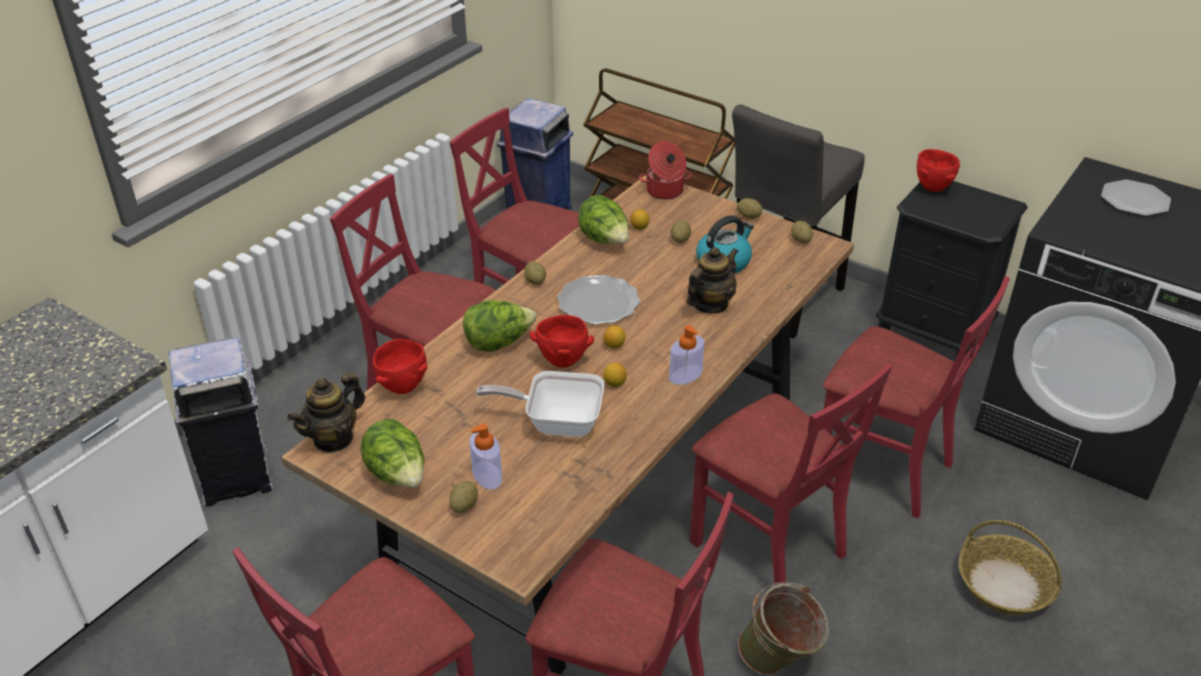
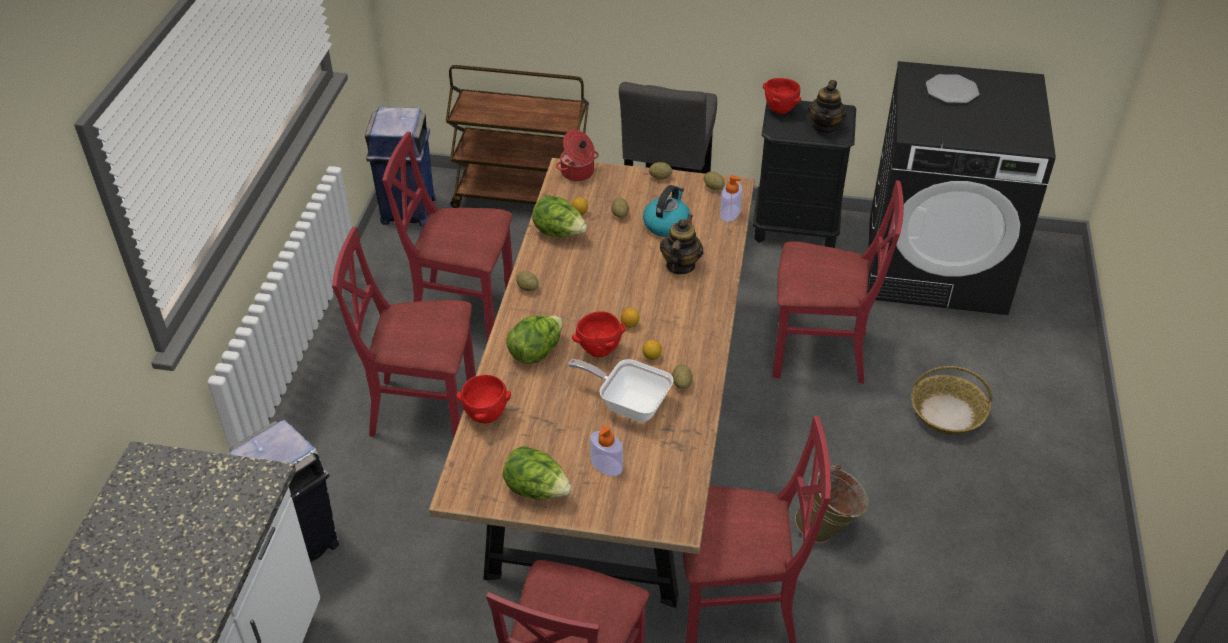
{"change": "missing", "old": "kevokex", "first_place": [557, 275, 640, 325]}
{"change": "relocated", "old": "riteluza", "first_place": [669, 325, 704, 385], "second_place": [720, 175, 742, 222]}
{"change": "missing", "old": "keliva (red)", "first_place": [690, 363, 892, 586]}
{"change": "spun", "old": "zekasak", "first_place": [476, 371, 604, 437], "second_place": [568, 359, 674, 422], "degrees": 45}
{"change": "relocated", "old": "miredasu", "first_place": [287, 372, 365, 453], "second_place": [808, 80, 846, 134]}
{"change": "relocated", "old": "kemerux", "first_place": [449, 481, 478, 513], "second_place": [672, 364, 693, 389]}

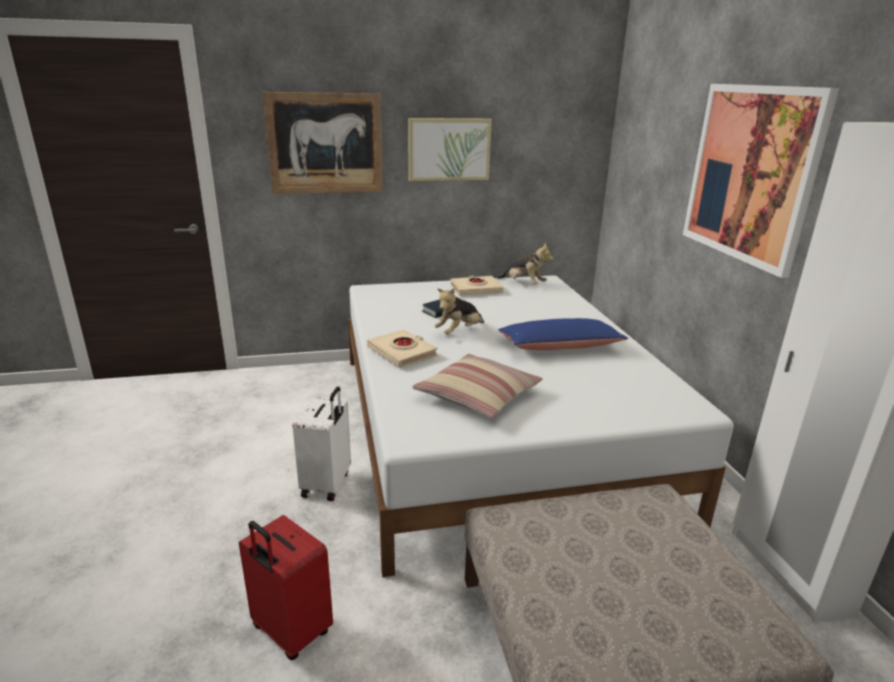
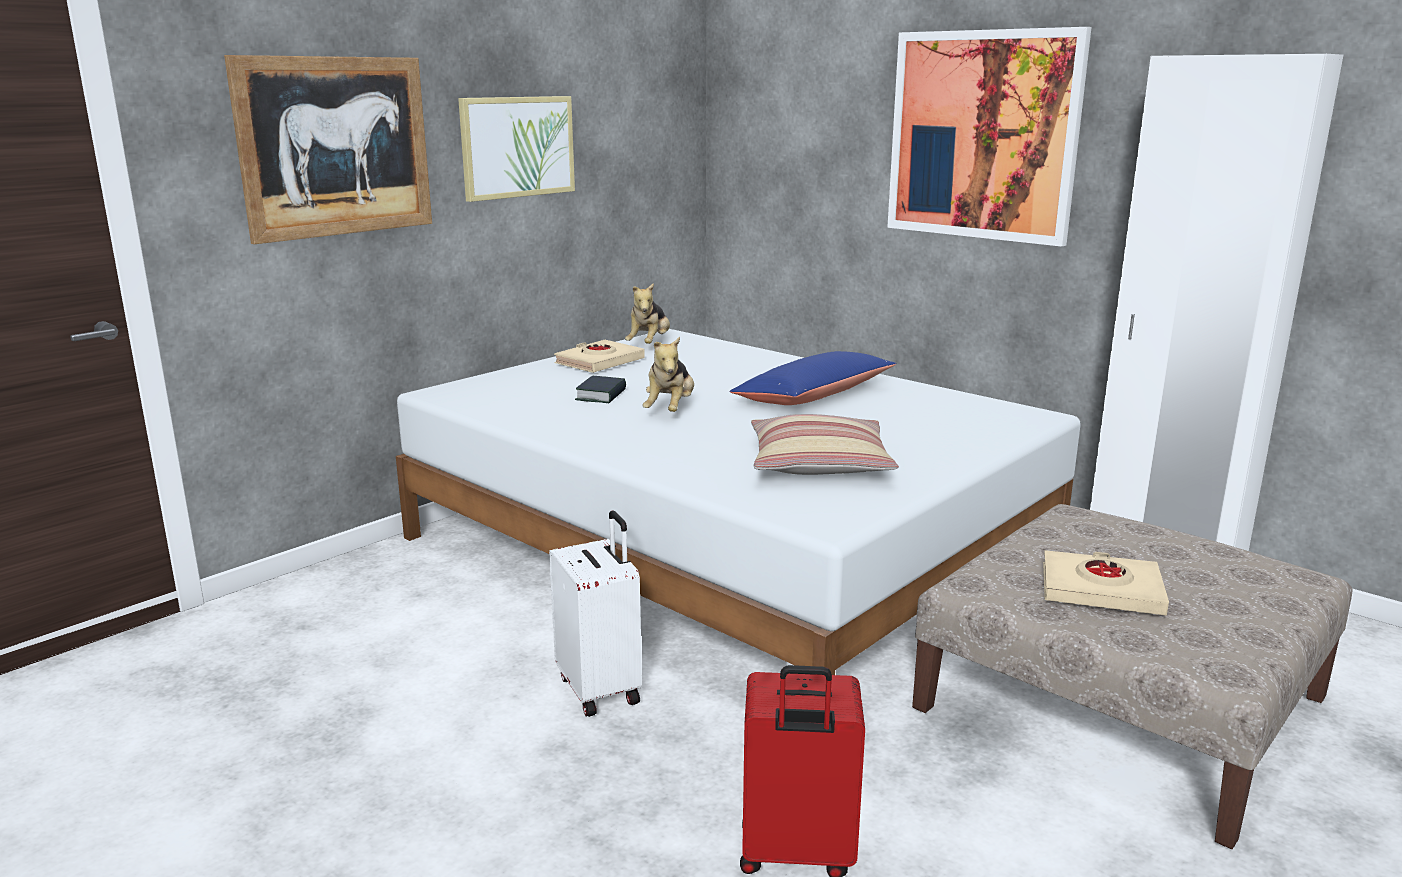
{"change": "spun", "old": "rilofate", "first_place": [497, 243, 554, 284], "second_place": [625, 283, 670, 344], "degrees": 105}
{"change": "relocated", "old": "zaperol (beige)", "first_place": [367, 330, 438, 368], "second_place": [1043, 550, 1169, 616]}

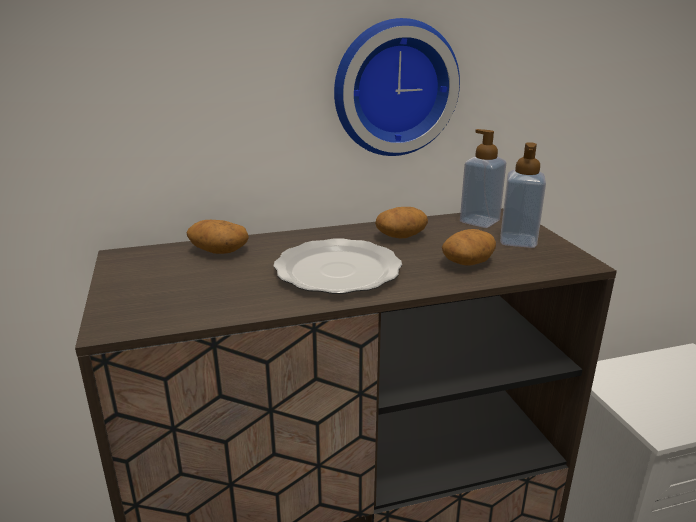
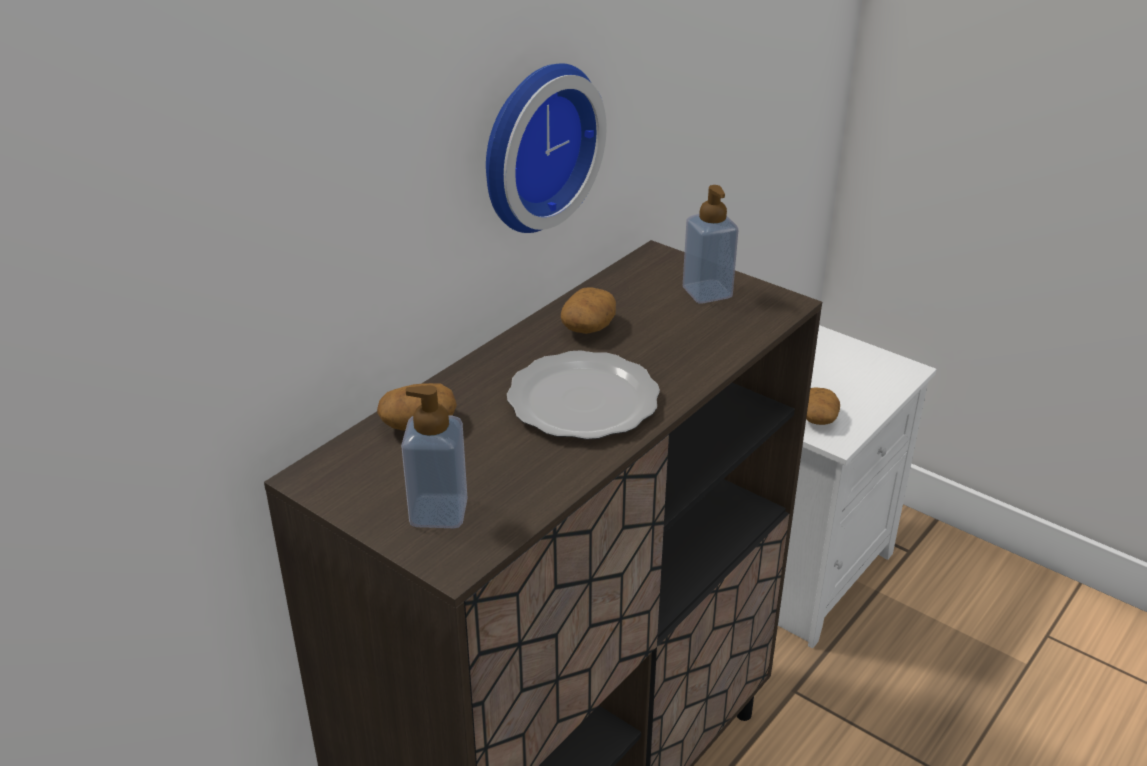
{"change": "relocated", "old": "riteluza", "first_place": [460, 129, 506, 228], "second_place": [401, 385, 467, 528]}
{"change": "relocated", "old": "kemerux", "first_place": [442, 229, 496, 265], "second_place": [806, 387, 840, 425]}

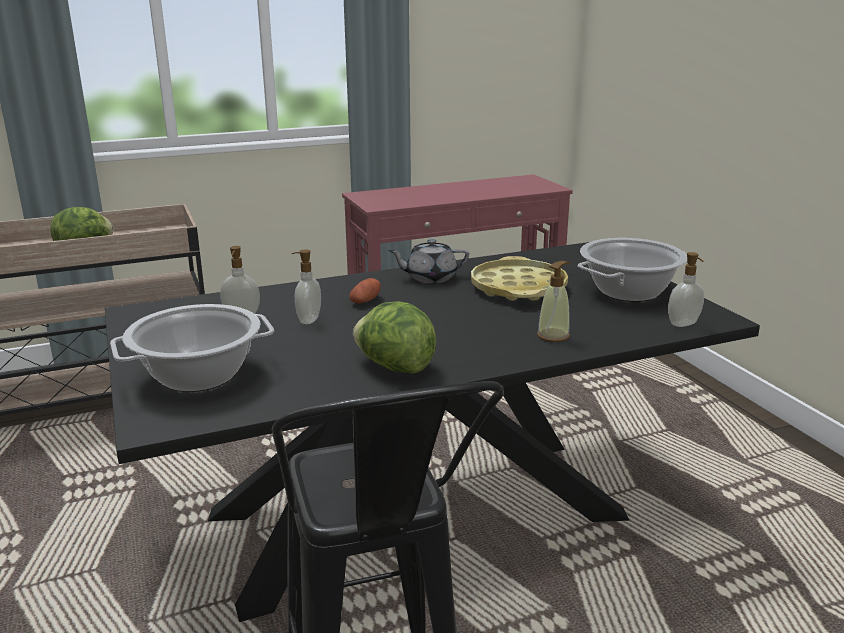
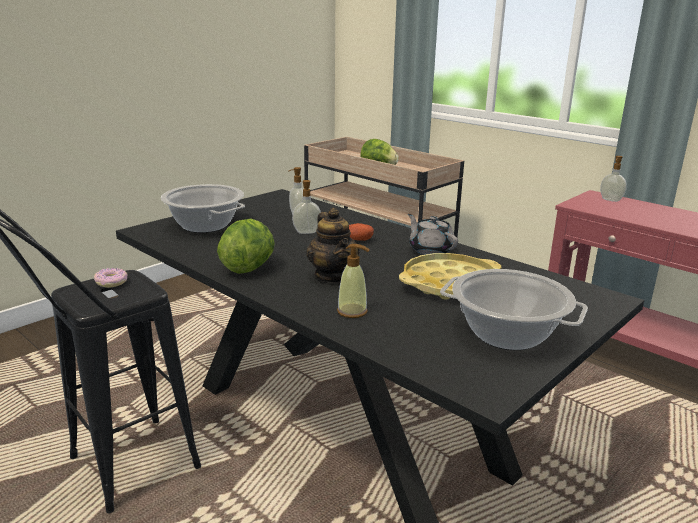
{"change": "relocated", "old": "riteluza", "first_place": [668, 252, 704, 327], "second_place": [600, 156, 627, 202]}
{"change": "appeared", "new": "miredasu", "second_place": [306, 208, 360, 283]}
{"change": "appeared", "new": "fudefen", "second_place": [94, 268, 128, 287]}

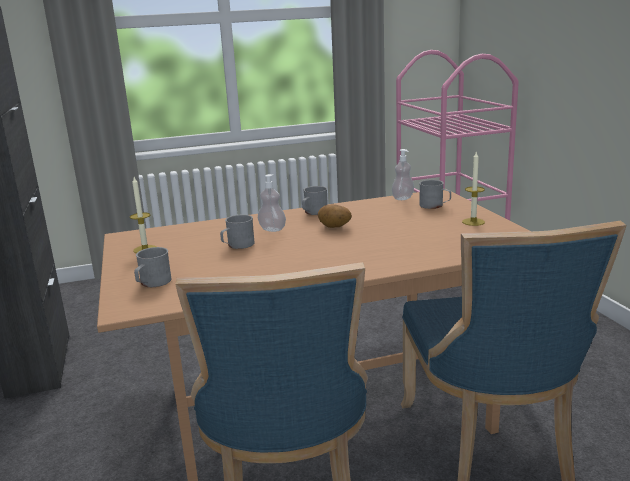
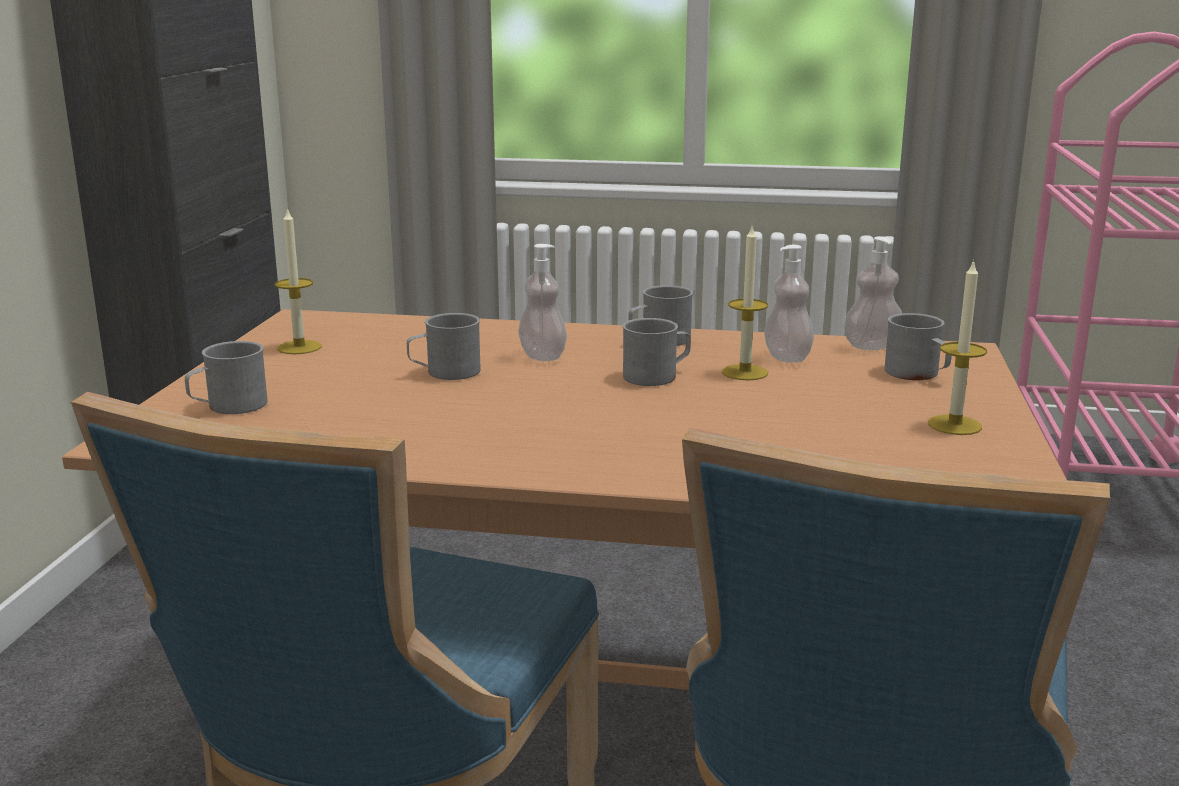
{"change": "exchanged", "old": "kemerux", "new": "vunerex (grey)", "first_place": [318, 204, 352, 228], "second_place": [622, 318, 691, 386]}
{"change": "appeared", "new": "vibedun", "second_place": [722, 227, 768, 380]}
{"change": "appeared", "new": "riteluza", "second_place": [764, 245, 814, 363]}

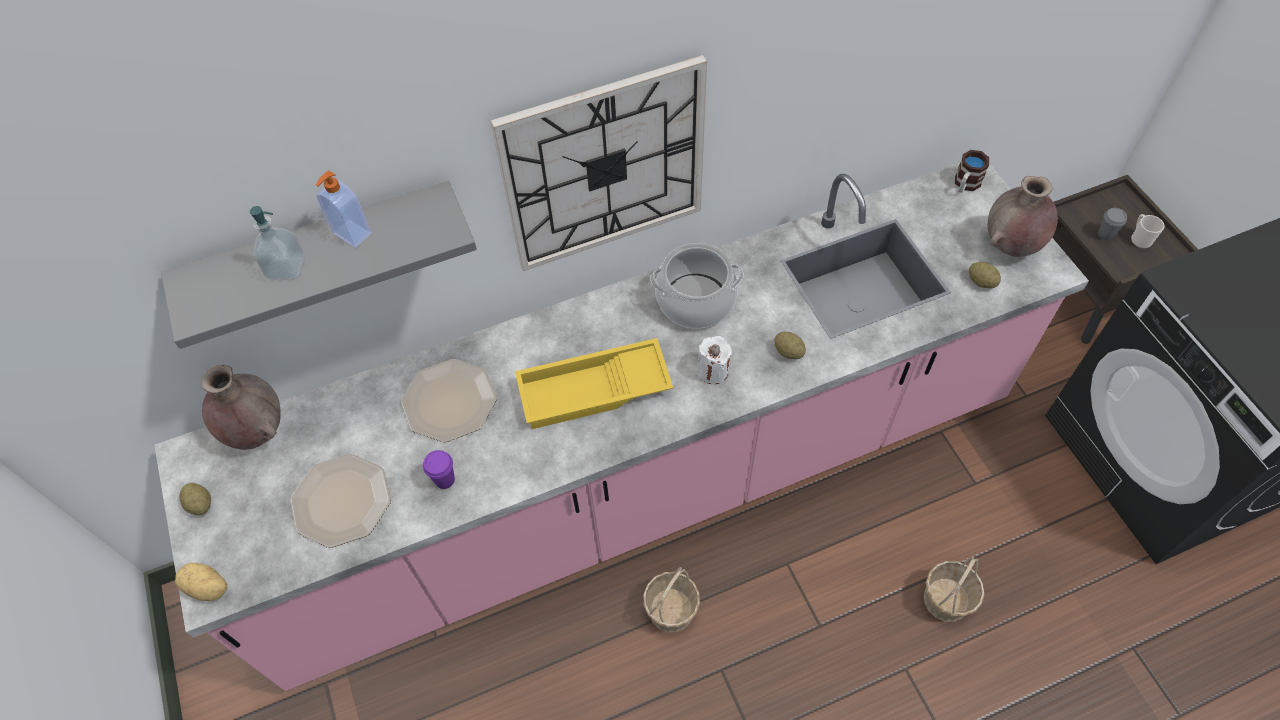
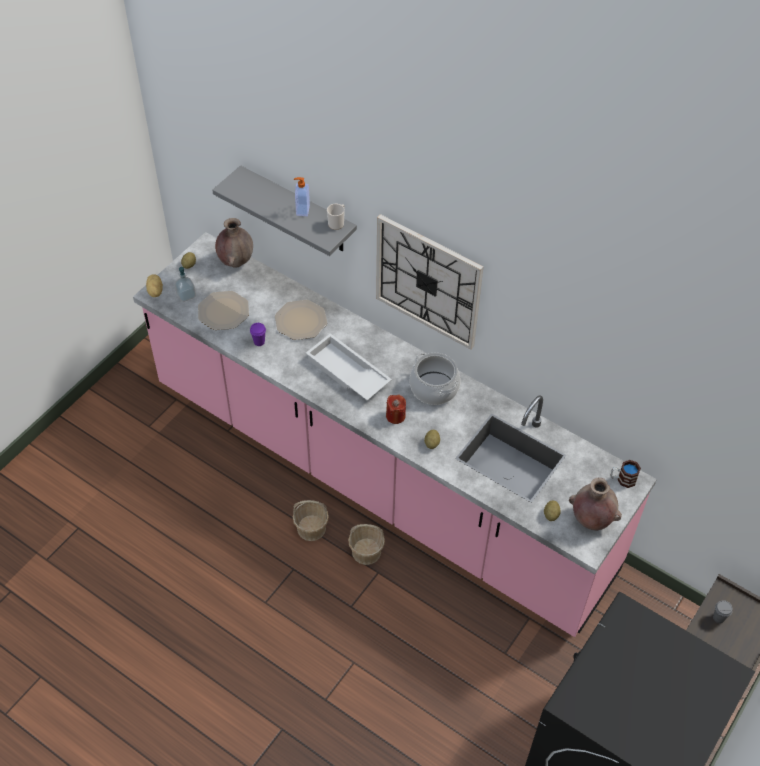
{"change": "relocated", "old": "riteluza", "first_place": [250, 206, 305, 280], "second_place": [175, 267, 196, 302]}
{"change": "relocated", "old": "vunerex", "first_place": [1131, 214, 1164, 248], "second_place": [327, 204, 345, 230]}
{"change": "colour", "old": "vibedun (white)", "new": "vibedun (red)", "first_place": [697, 336, 732, 384], "second_place": [386, 395, 406, 424]}
{"change": "colour", "old": "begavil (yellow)", "new": "begavil (white)", "first_place": [515, 338, 673, 429], "second_place": [306, 333, 392, 401]}
{"change": "relocated", "old": "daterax", "first_place": [924, 556, 984, 622], "second_place": [348, 524, 385, 565]}

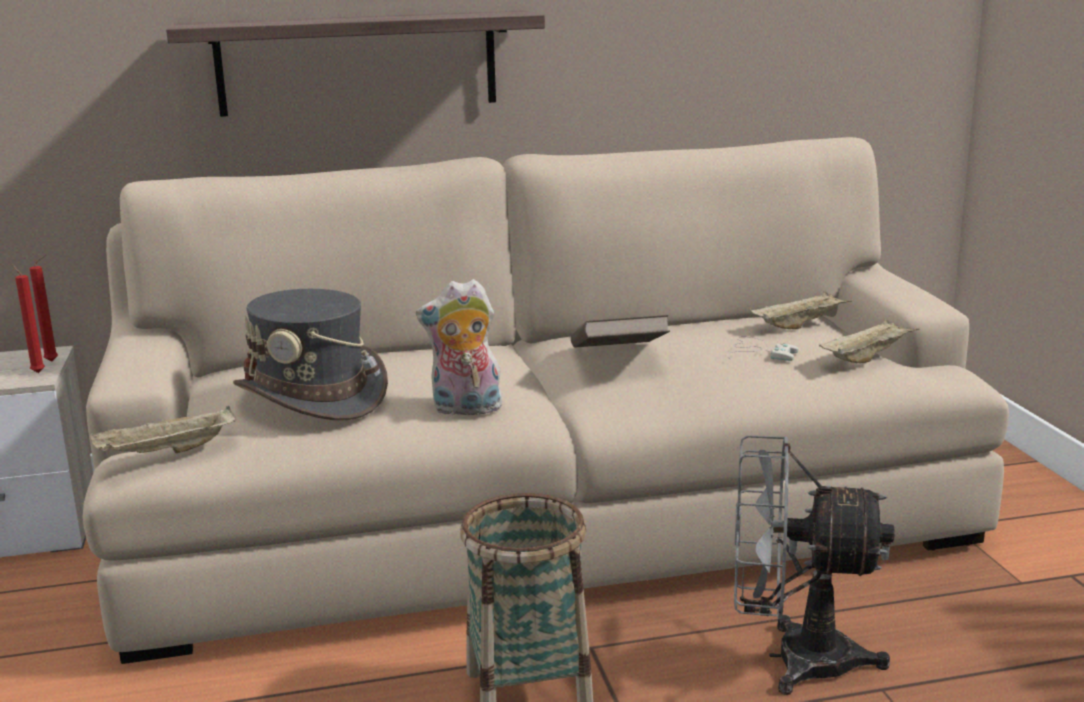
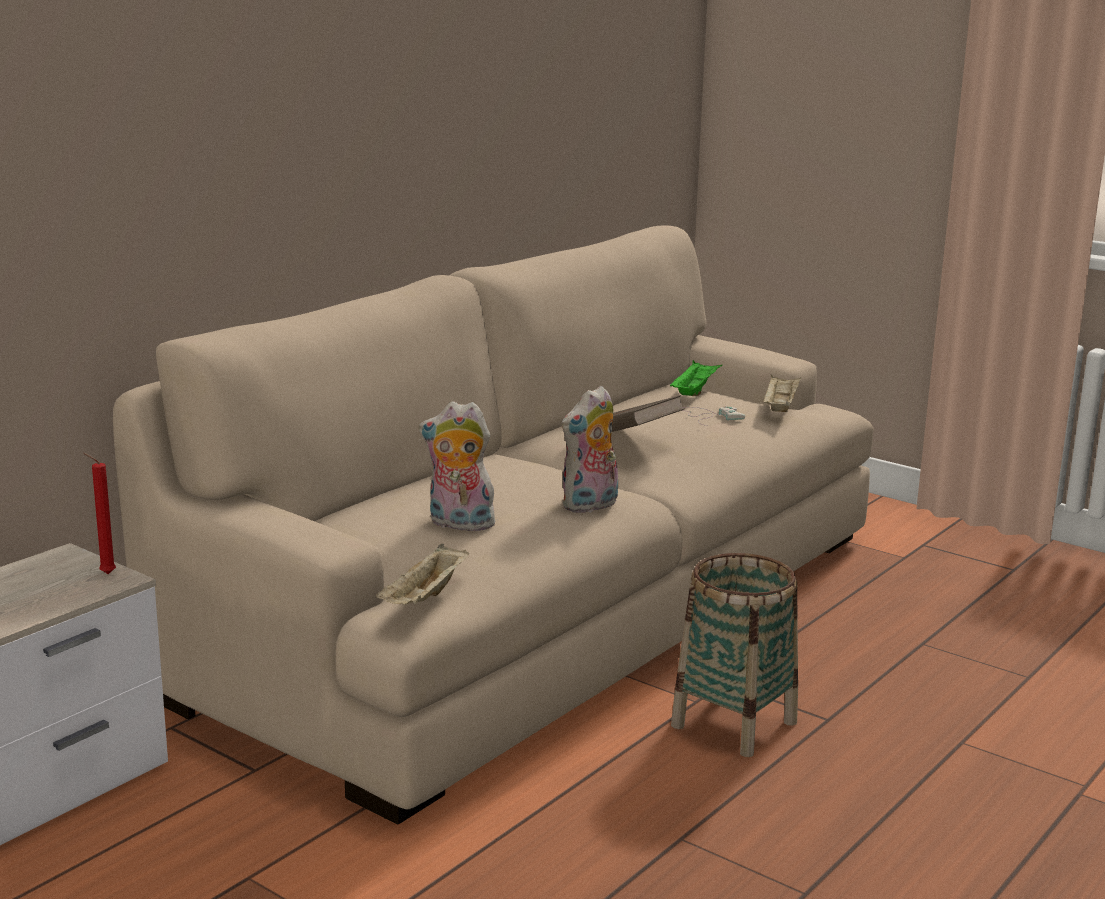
{"change": "missing", "old": "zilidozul", "first_place": [166, 10, 545, 117]}
{"change": "missing", "old": "vibedun (red)", "first_place": [30, 255, 58, 362]}
{"change": "exchanged", "old": "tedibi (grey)", "new": "rilofate", "first_place": [233, 289, 388, 420], "second_place": [419, 401, 502, 531]}
{"change": "colour", "old": "begavil (beige)", "new": "begavil (green)", "first_place": [750, 291, 853, 329], "second_place": [670, 360, 722, 396]}
{"change": "missing", "old": "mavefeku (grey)", "first_place": [734, 435, 895, 695]}

